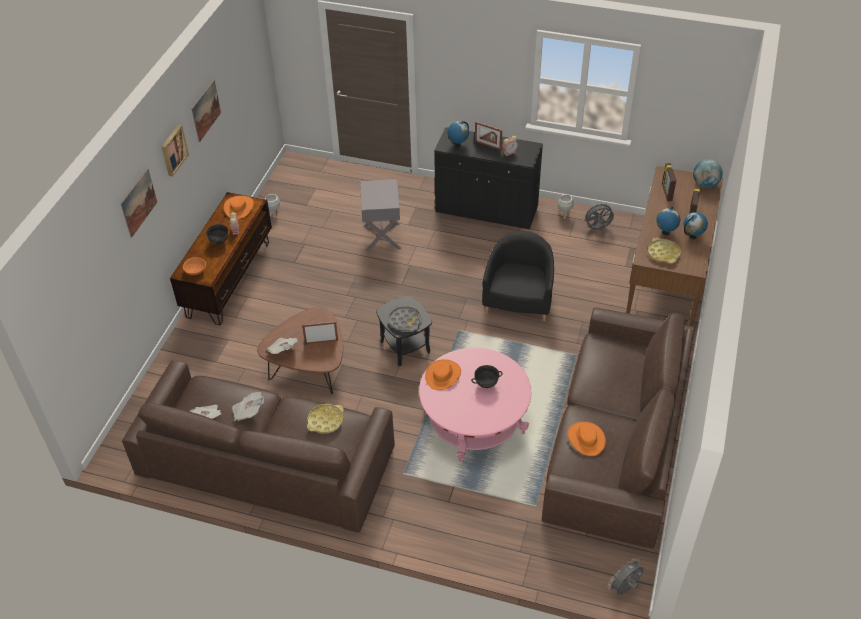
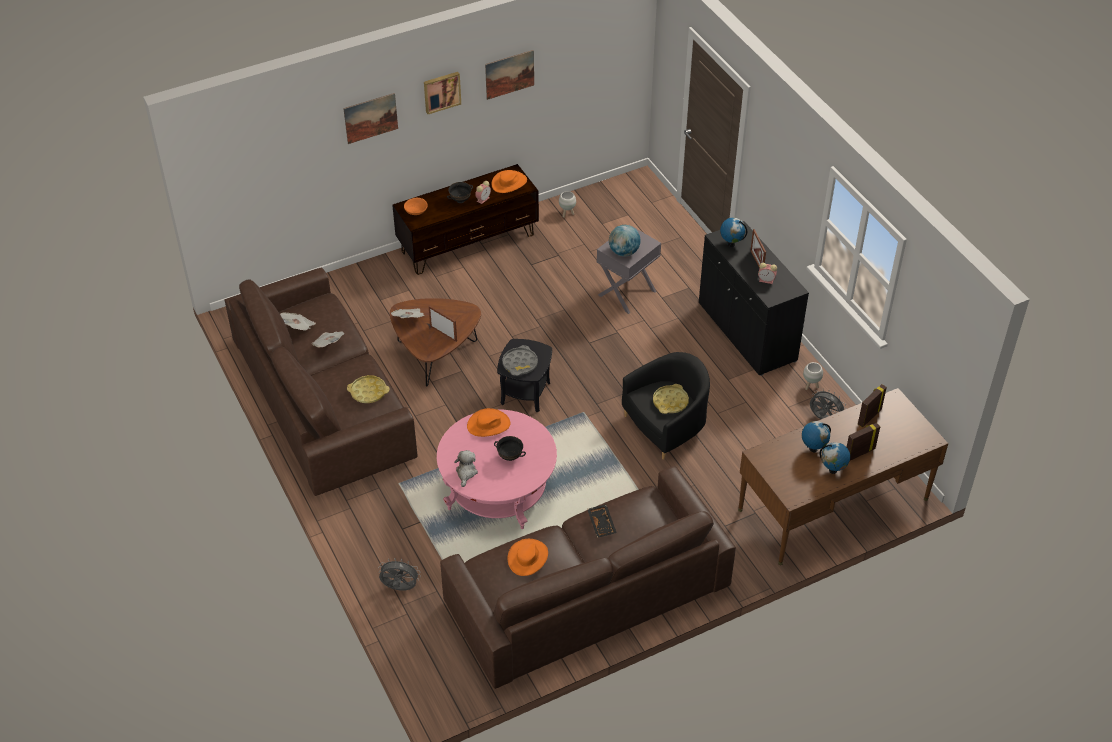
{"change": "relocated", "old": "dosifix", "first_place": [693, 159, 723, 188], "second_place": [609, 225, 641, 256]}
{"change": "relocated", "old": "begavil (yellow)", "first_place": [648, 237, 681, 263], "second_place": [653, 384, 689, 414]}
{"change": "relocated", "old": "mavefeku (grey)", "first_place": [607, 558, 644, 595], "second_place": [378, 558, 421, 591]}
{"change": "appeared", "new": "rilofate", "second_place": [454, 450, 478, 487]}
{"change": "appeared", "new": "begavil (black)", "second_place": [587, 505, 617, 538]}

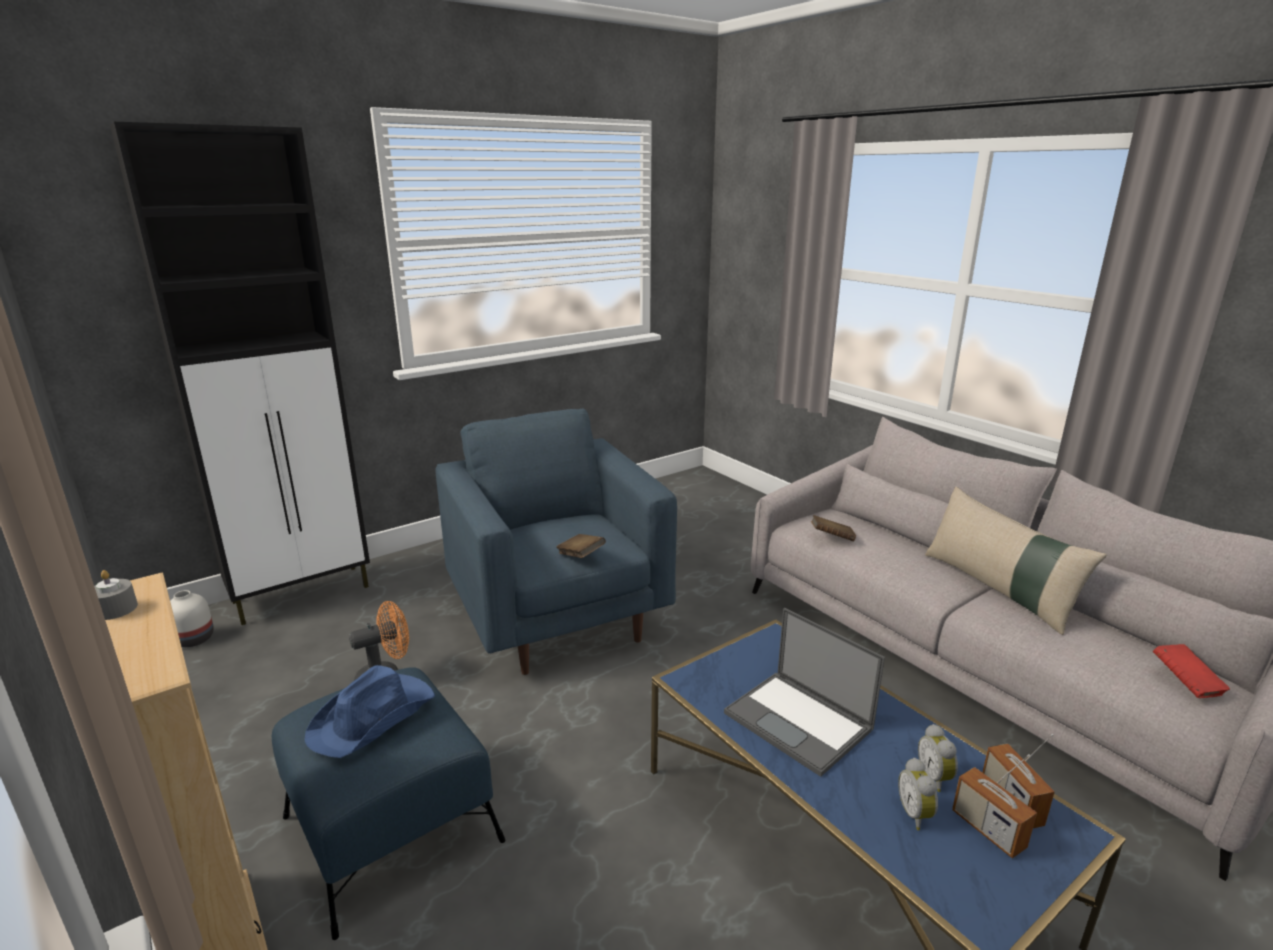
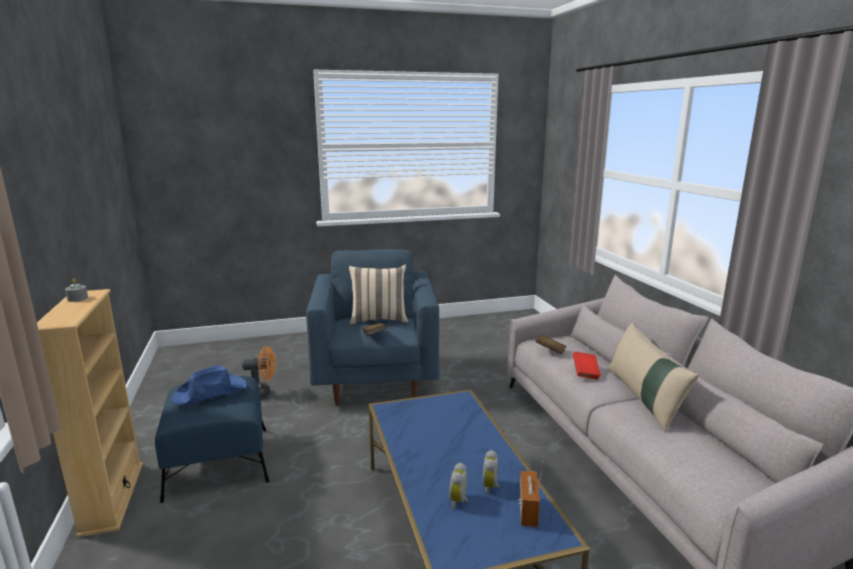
{"change": "missing", "old": "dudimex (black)", "first_place": [110, 122, 370, 625]}
{"change": "missing", "old": "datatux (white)", "first_place": [170, 590, 214, 647]}
{"change": "missing", "old": "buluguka", "first_place": [724, 608, 885, 777]}
{"change": "relocated", "old": "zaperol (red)", "first_place": [1153, 644, 1230, 698], "second_place": [573, 352, 601, 380]}
{"change": "missing", "old": "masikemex", "first_place": [952, 754, 1037, 858]}
{"change": "appeared", "new": "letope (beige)", "second_place": [349, 265, 408, 324]}

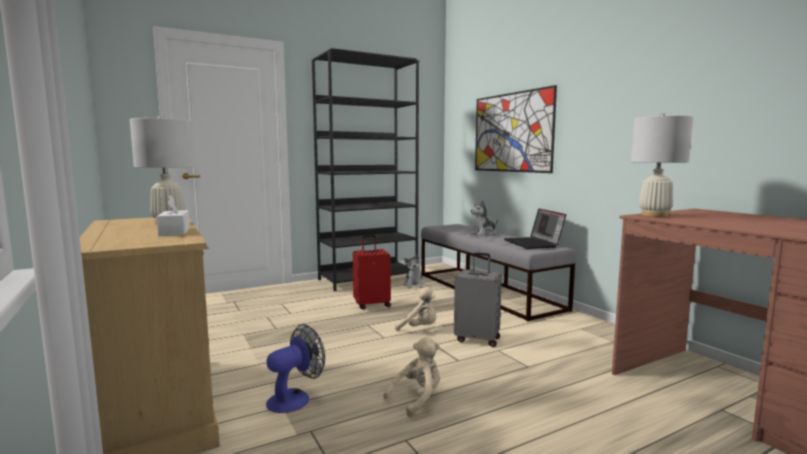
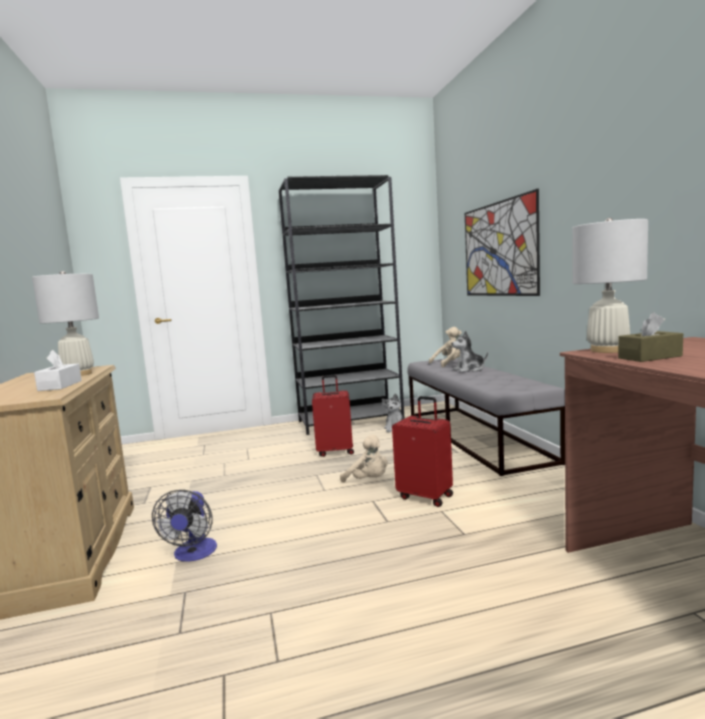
{"change": "missing", "old": "buluguka", "first_place": [504, 209, 566, 249]}
{"change": "colour", "old": "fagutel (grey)", "new": "fagutel (red)", "first_place": [454, 252, 502, 347], "second_place": [392, 396, 453, 507]}
{"change": "spun", "old": "mavefeku", "first_place": [266, 324, 325, 413], "second_place": [152, 490, 217, 562], "degrees": 120}
{"change": "relocated", "old": "rilofate (beige)", "first_place": [383, 337, 440, 418], "second_place": [429, 327, 462, 367]}
{"change": "appeared", "new": "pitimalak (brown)", "second_place": [618, 312, 683, 362]}

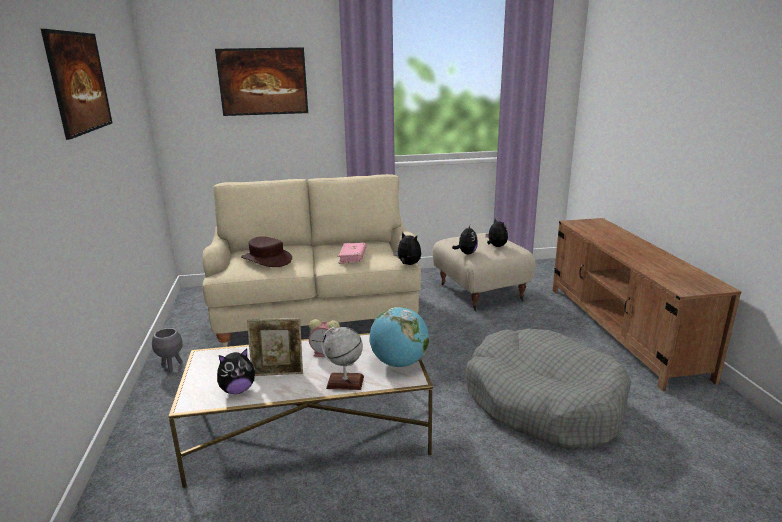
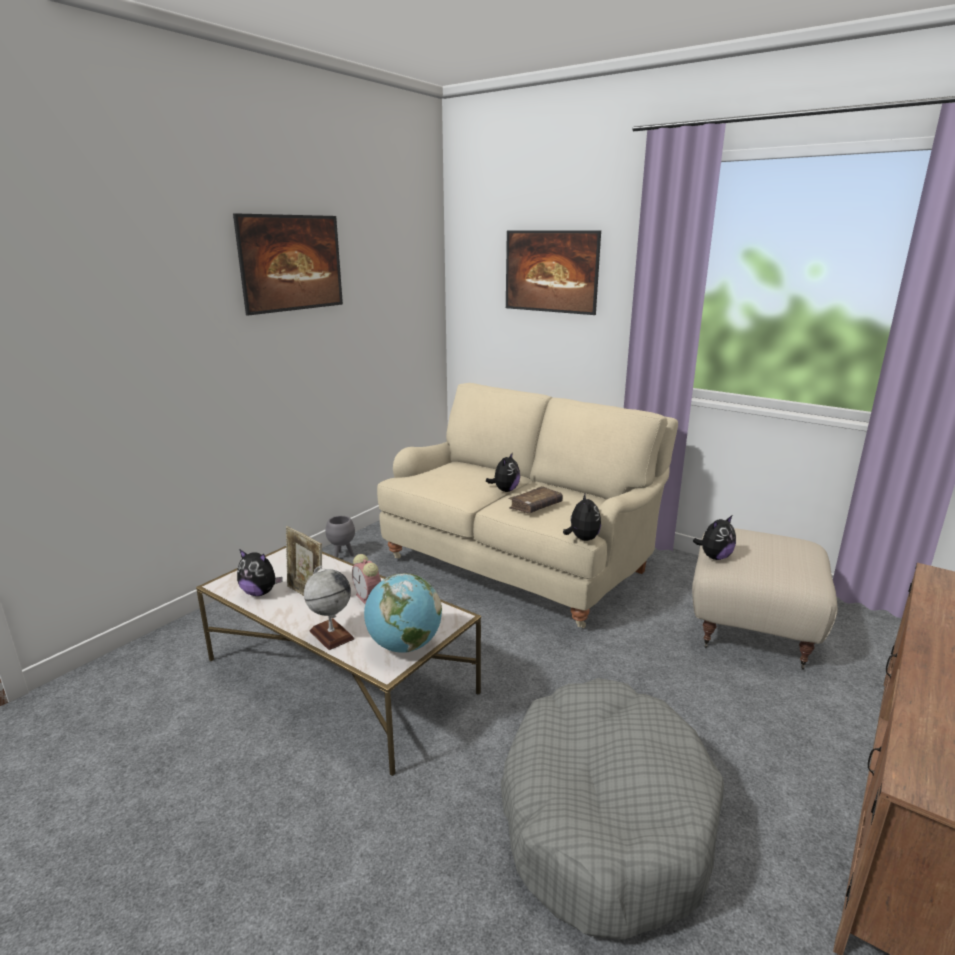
{"change": "relocated", "old": "rilofate", "first_place": [486, 218, 508, 247], "second_place": [486, 452, 520, 492]}
{"change": "missing", "old": "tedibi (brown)", "first_place": [241, 236, 292, 267]}
{"change": "colour", "old": "zaperol (pink)", "new": "zaperol (brown)", "first_place": [338, 243, 367, 264], "second_place": [509, 486, 563, 513]}

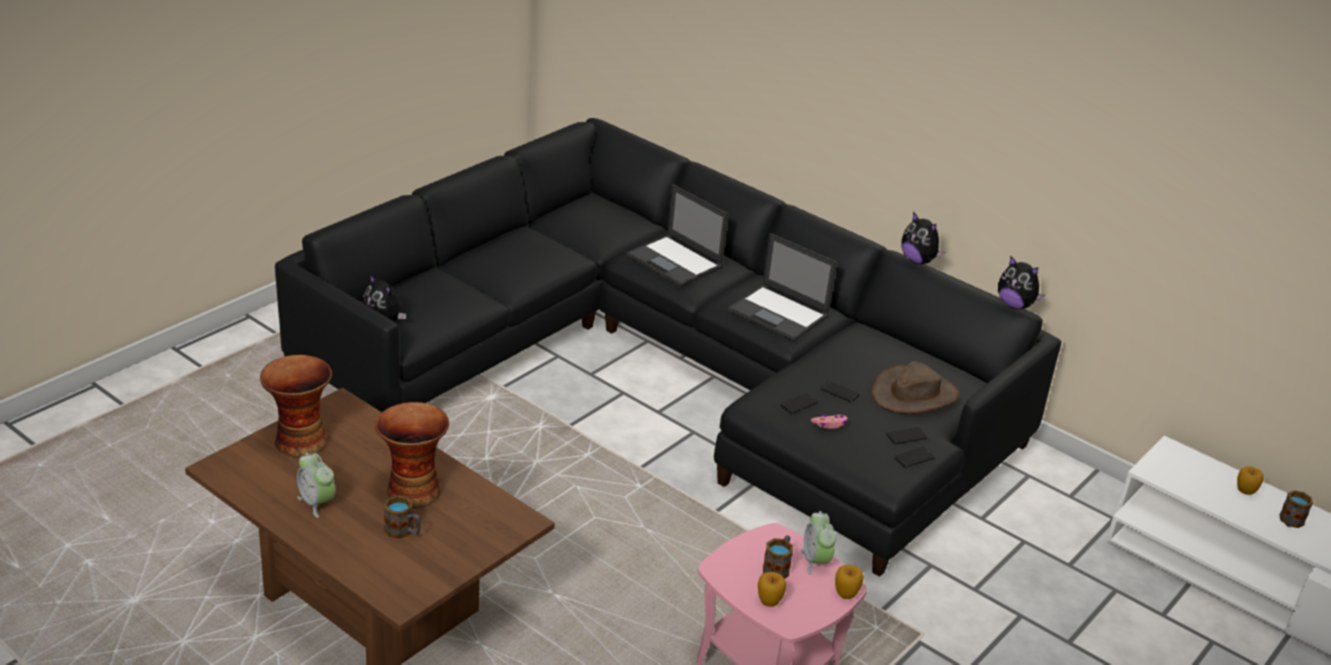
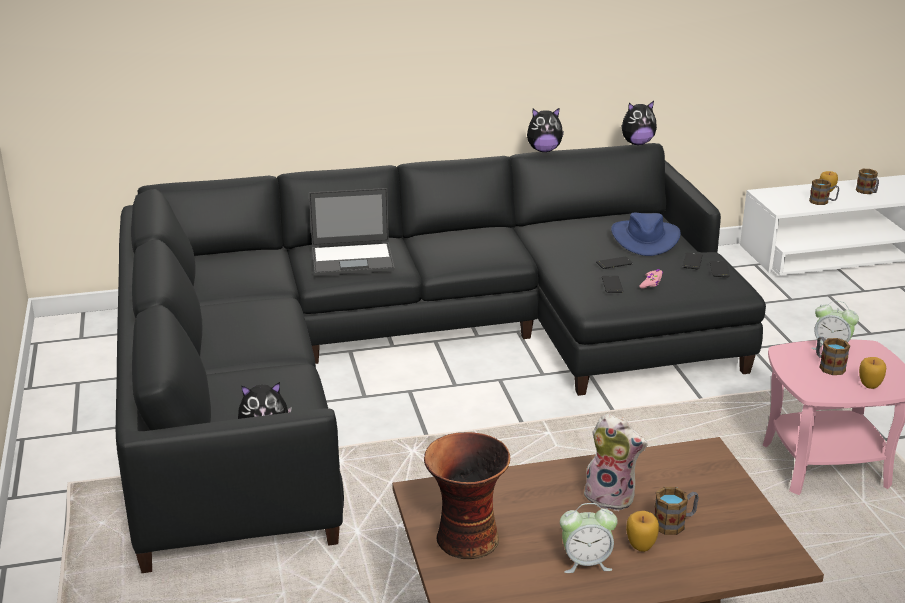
{"change": "missing", "old": "buluguka", "first_place": [728, 233, 837, 342]}
{"change": "colour", "old": "tedibi (brown)", "new": "tedibi (blue)", "first_place": [871, 361, 959, 414], "second_place": [611, 213, 681, 256]}
{"change": "exchanged", "old": "datatux", "new": "rilofate", "first_place": [375, 402, 449, 508], "second_place": [584, 413, 648, 511]}
{"change": "relocated", "old": "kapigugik", "first_place": [835, 564, 864, 599], "second_place": [626, 511, 659, 552]}
{"change": "appeared", "new": "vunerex", "second_place": [809, 179, 839, 205]}

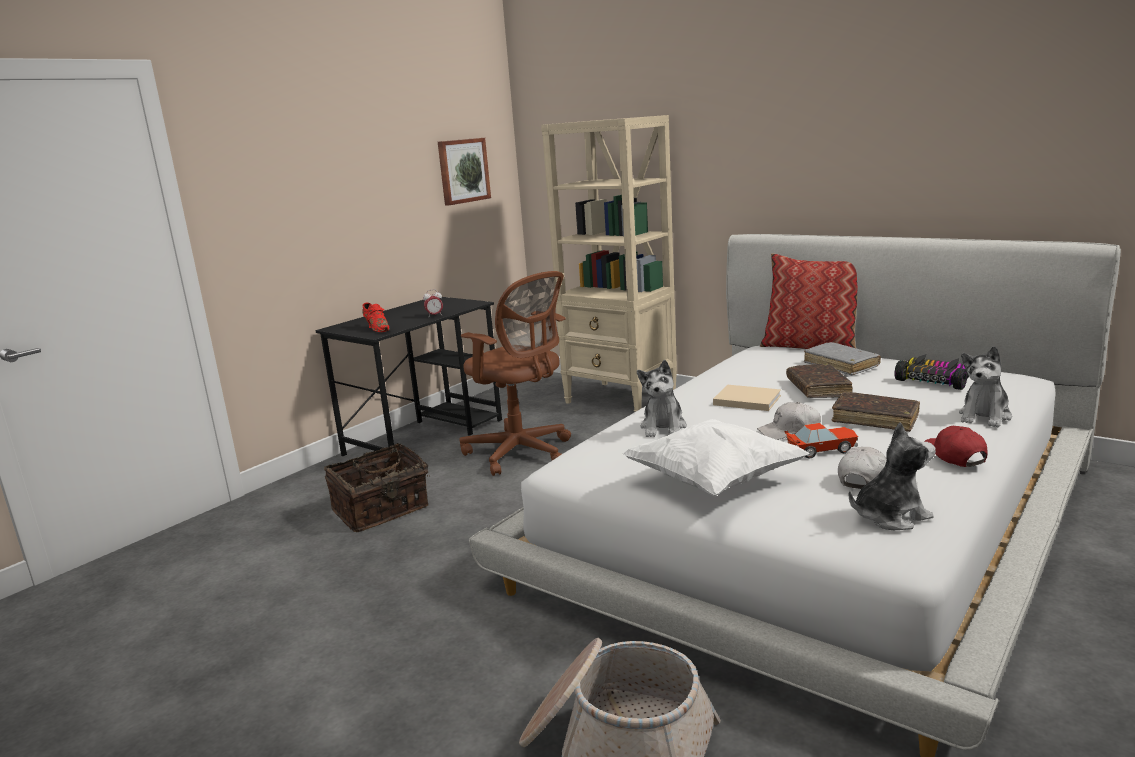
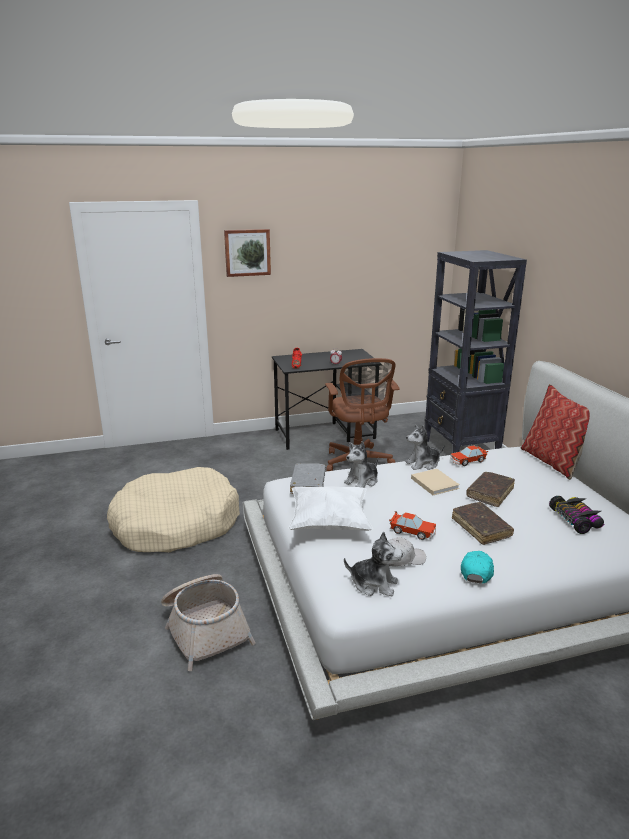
{"change": "colour", "old": "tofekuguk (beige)", "new": "tofekuguk (black)", "first_place": [541, 115, 677, 412], "second_place": [425, 250, 527, 453]}
{"change": "relocated", "old": "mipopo", "first_place": [438, 138, 491, 205], "second_place": [224, 229, 271, 277]}
{"change": "relocated", "old": "zaperol (grey)", "first_place": [804, 342, 881, 376], "second_place": [290, 463, 326, 494]}
{"change": "relocated", "old": "rilofate", "first_place": [959, 346, 1012, 427], "second_place": [405, 425, 445, 470]}
{"change": "missing", "old": "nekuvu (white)", "first_place": [757, 402, 821, 440]}
{"change": "colour", "old": "nekuvu (red)", "new": "nekuvu (turquoise)", "first_place": [924, 426, 987, 467], "second_place": [461, 551, 494, 583]}
{"change": "missing", "old": "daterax", "first_place": [324, 443, 430, 532]}
{"change": "appeared", "new": "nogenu", "second_place": [450, 445, 488, 466]}
{"change": "appeared", "new": "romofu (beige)", "second_place": [107, 467, 240, 552]}

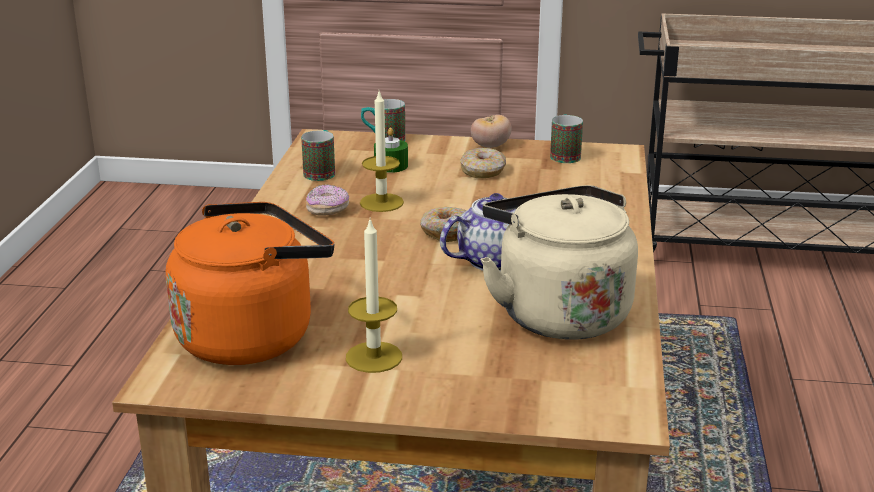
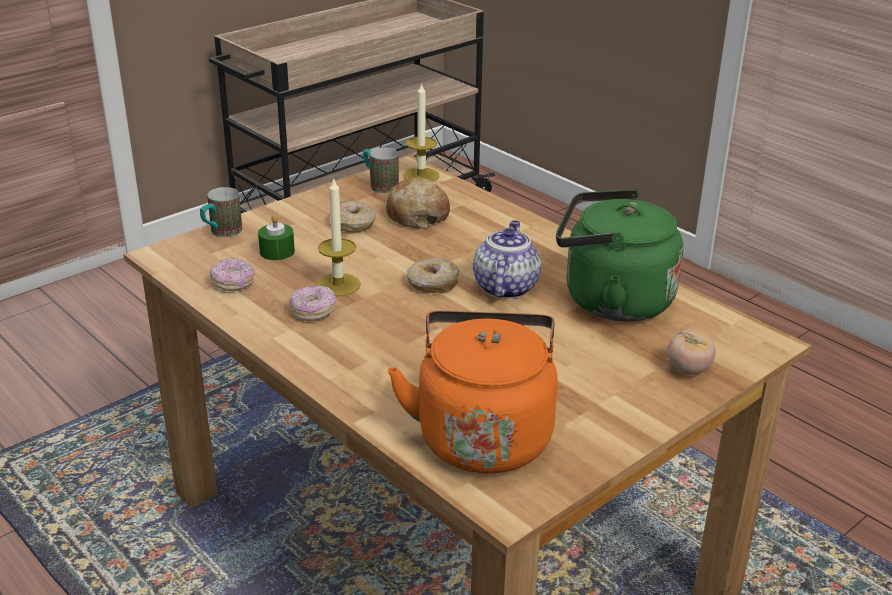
{"change": "relocated", "old": "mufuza", "first_place": [471, 115, 512, 148], "second_place": [667, 328, 715, 375]}
{"change": "exchanged", "old": "vunerex", "new": "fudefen", "first_place": [301, 130, 335, 181], "second_place": [210, 258, 255, 291]}
{"change": "colour", "old": "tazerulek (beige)", "new": "tazerulek (green)", "first_place": [480, 185, 638, 340], "second_place": [556, 189, 684, 322]}
{"change": "relocated", "old": "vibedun", "first_place": [346, 220, 402, 373], "second_place": [403, 82, 440, 182]}
{"change": "appeared", "new": "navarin", "second_place": [386, 177, 450, 229]}

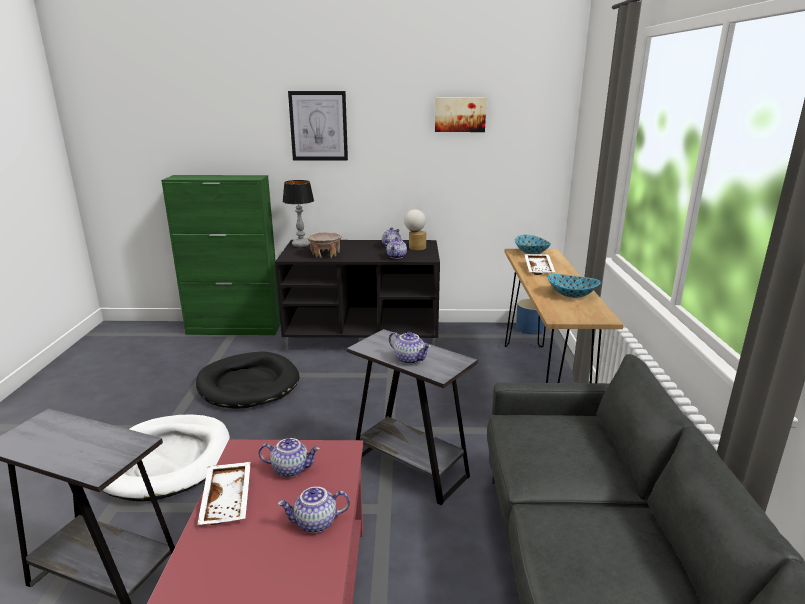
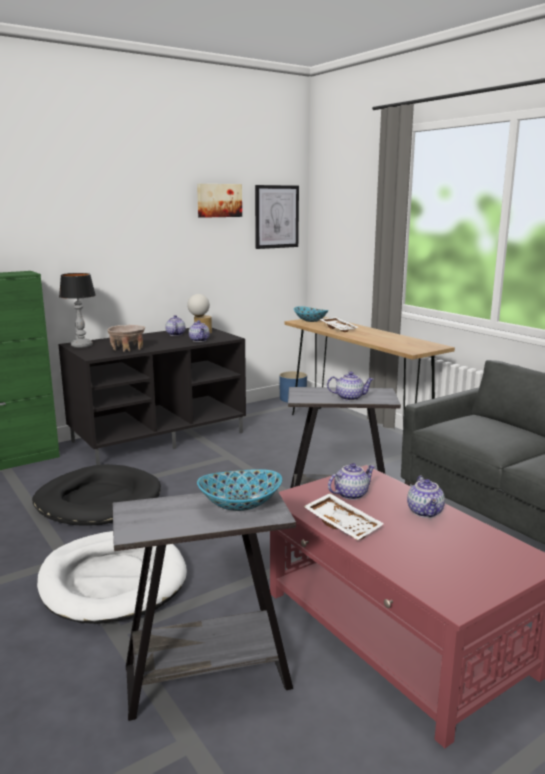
{"change": "relocated", "old": "mipopo", "first_place": [288, 91, 348, 160], "second_place": [255, 185, 299, 249]}
{"change": "relocated", "old": "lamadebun", "first_place": [547, 274, 601, 298], "second_place": [197, 469, 282, 511]}
{"change": "spun", "old": "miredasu", "first_place": [278, 487, 350, 533], "second_place": [407, 476, 445, 518], "degrees": -45}

